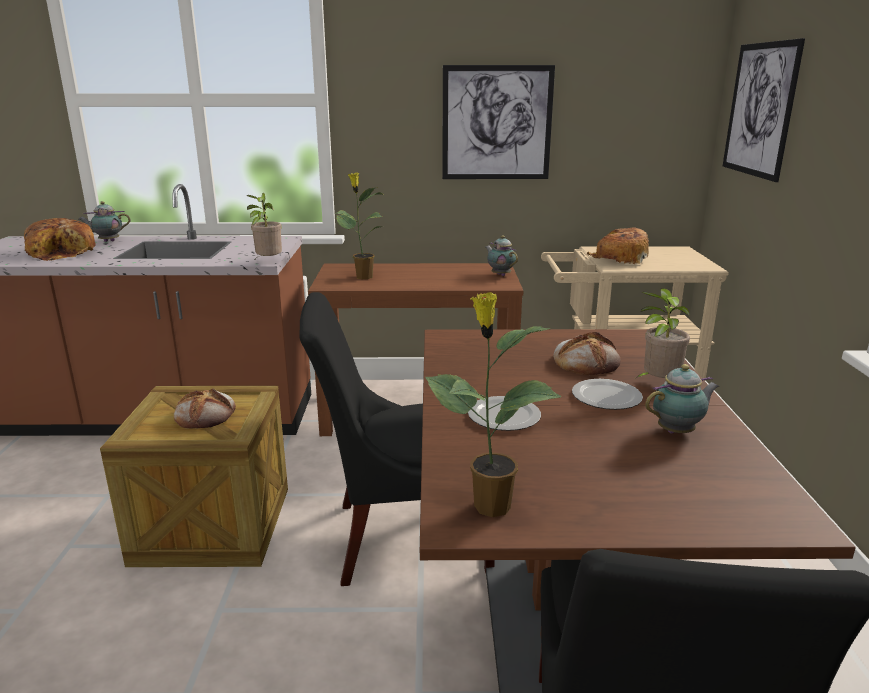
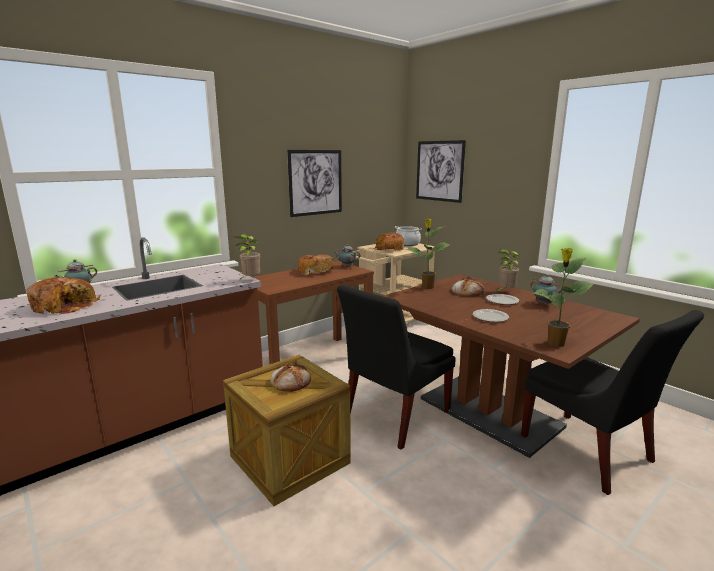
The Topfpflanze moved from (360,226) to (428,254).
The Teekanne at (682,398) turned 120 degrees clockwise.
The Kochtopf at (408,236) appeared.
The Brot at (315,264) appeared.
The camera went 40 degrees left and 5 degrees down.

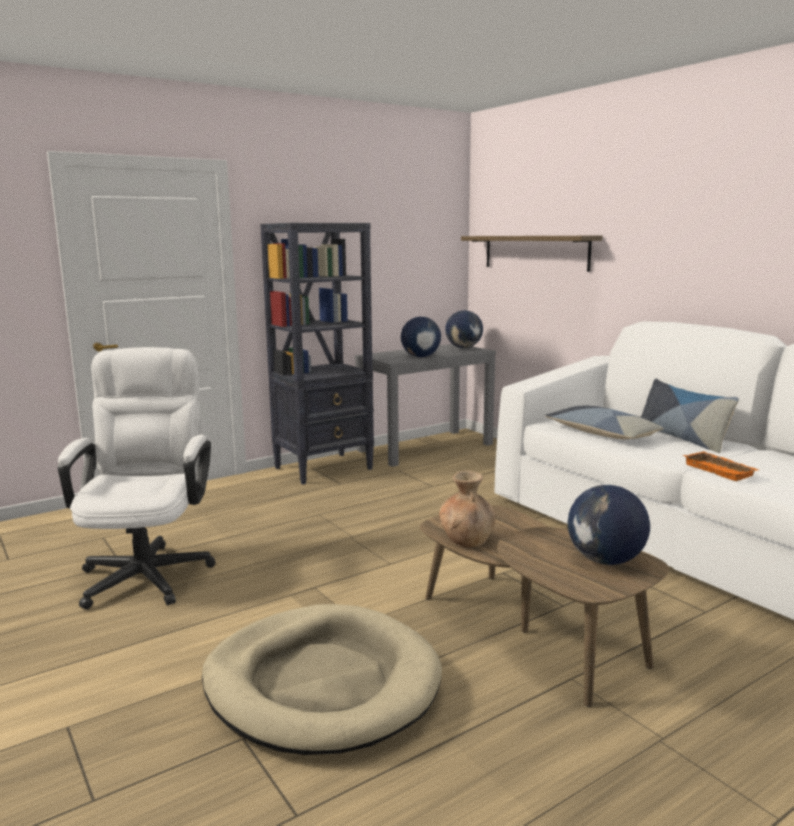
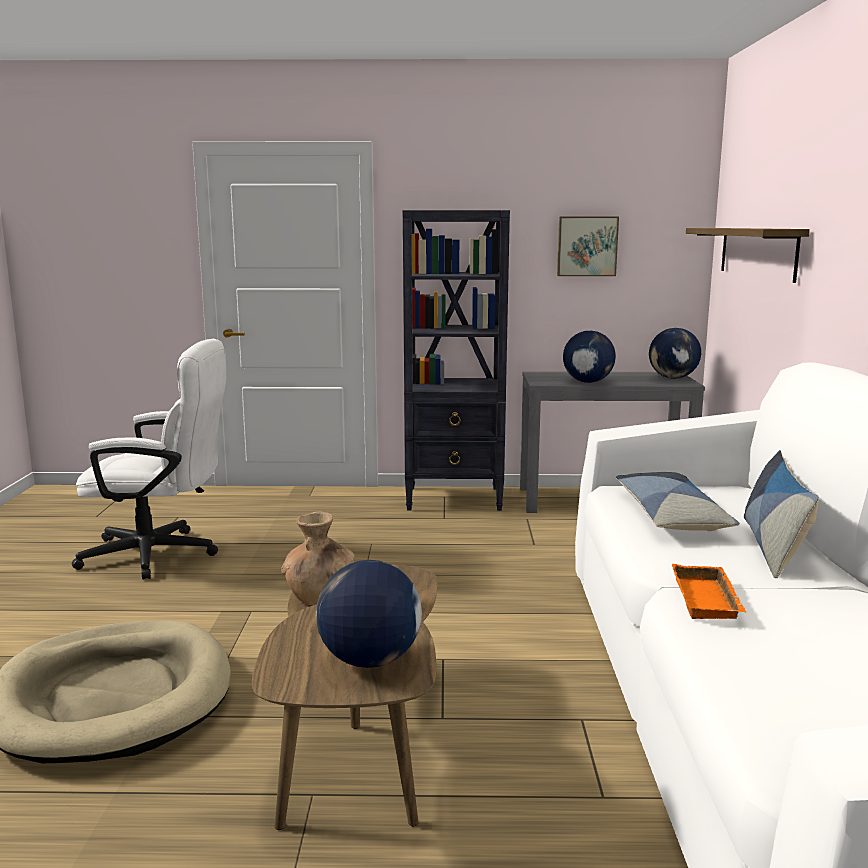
The Bürostuhl/weiß at (137,478) turned 60 degrees clockwise.
The Bild at (588,246) appeared.
The camera went 35 degrees right and 0 degrees up.

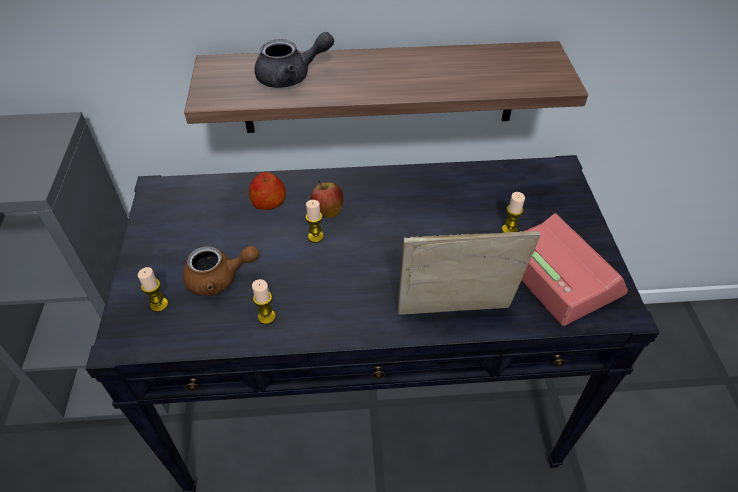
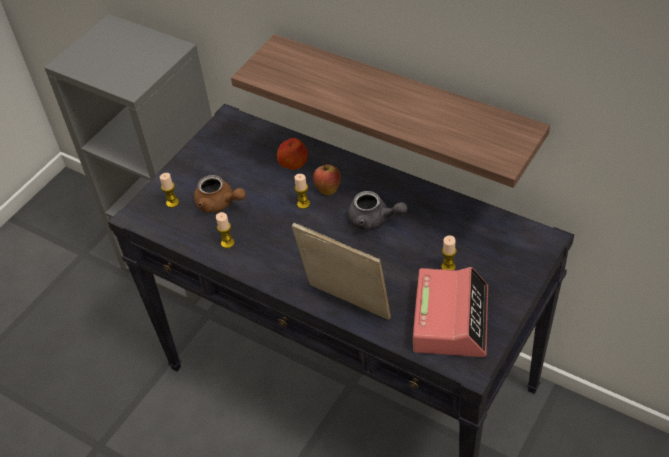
The Teekanne/grau moved from (294,60) to (377,210).
The camera went 40 degrees right and 0 degrees up.

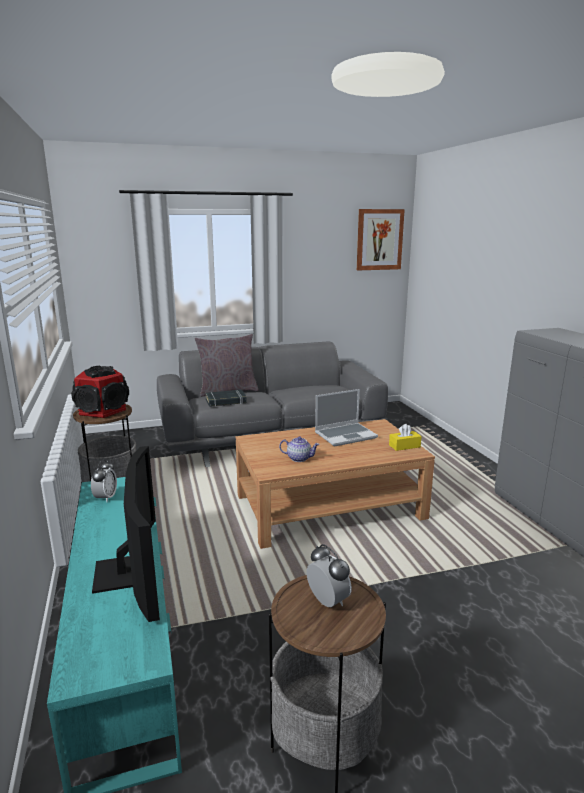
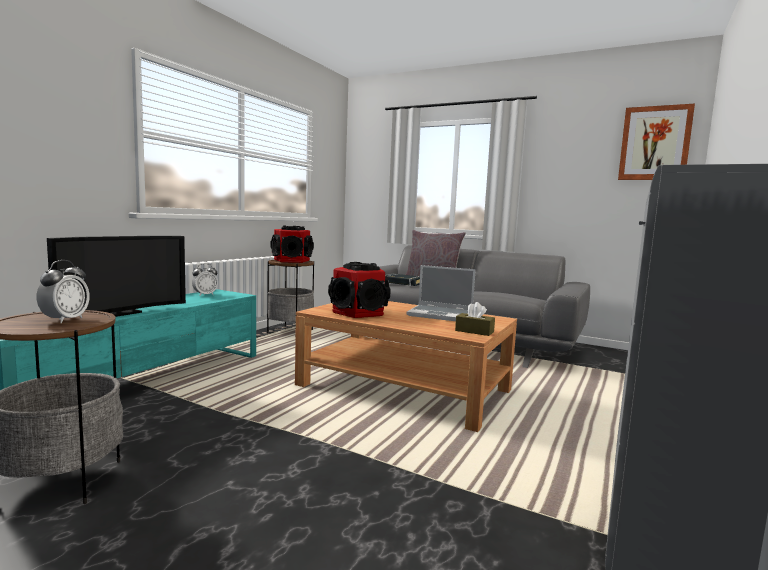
The Taschentuchbox/gelb at (405,437) became the Taschentuchbox/braun at (475,319).
The Teekanne at (299,449) was replaced by the Lautsprecher at (359,290).
The camera went 45 degrees right and 10 degrees down.

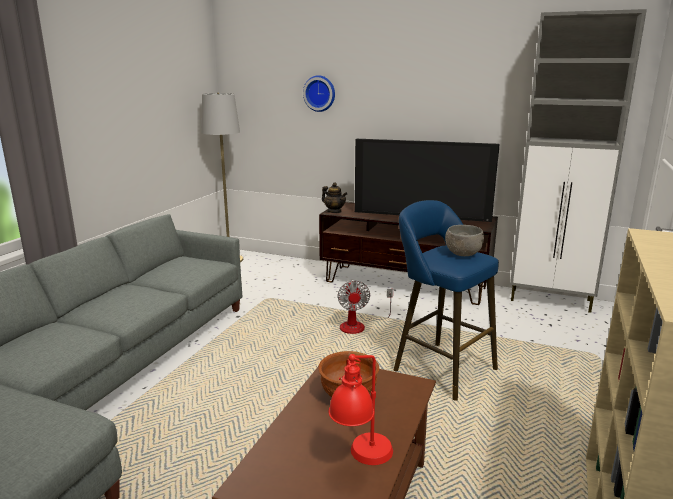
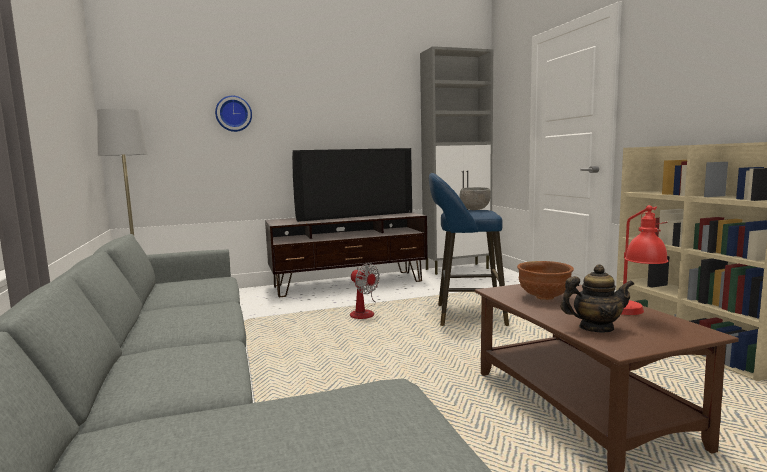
The Teekanne moved from (334,197) to (597,298).
The camera went 40 degrees left and 10 degrees down.

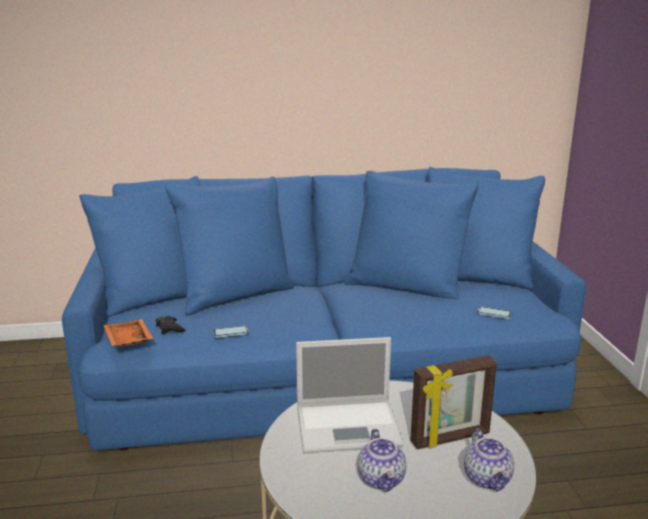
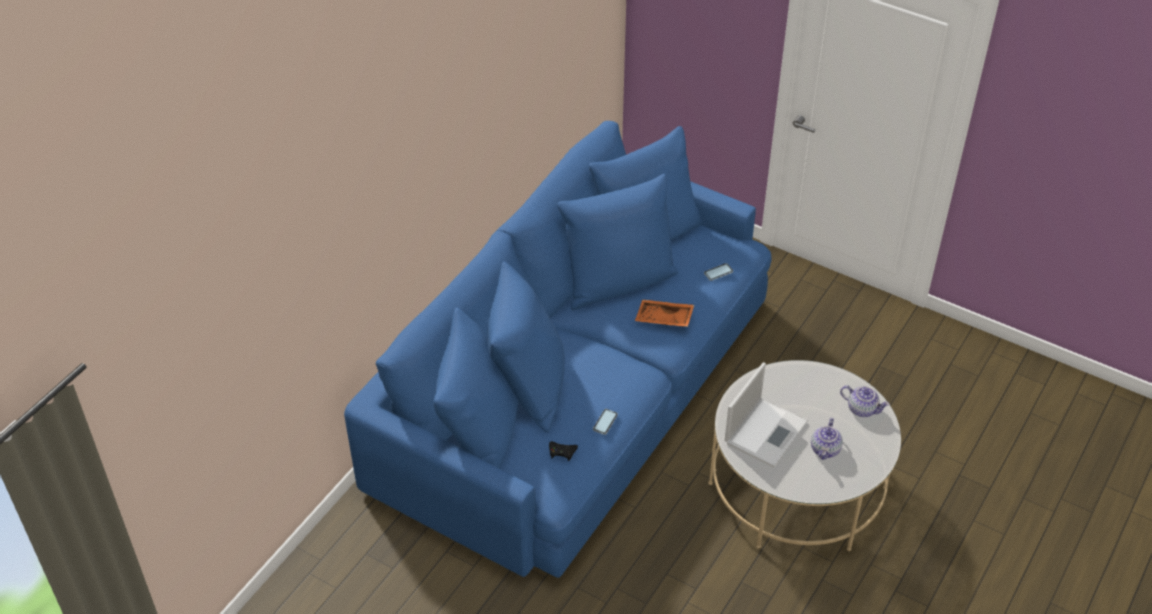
The Tablett/orange moved from (128,333) to (664,313).
The Bilderrahmen at (453,402) disappeared.
The Teekanne at (381,460) turned 75 degrees clockwise.
The camera went 50 degrees left and 25 degrees up.

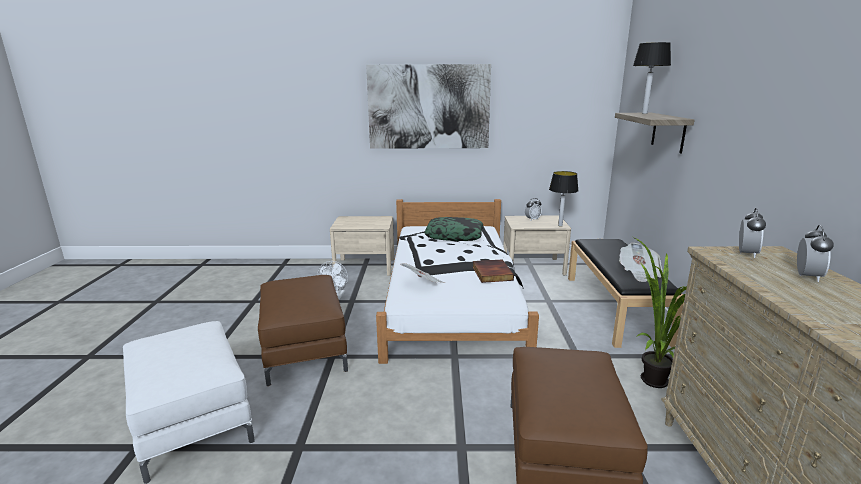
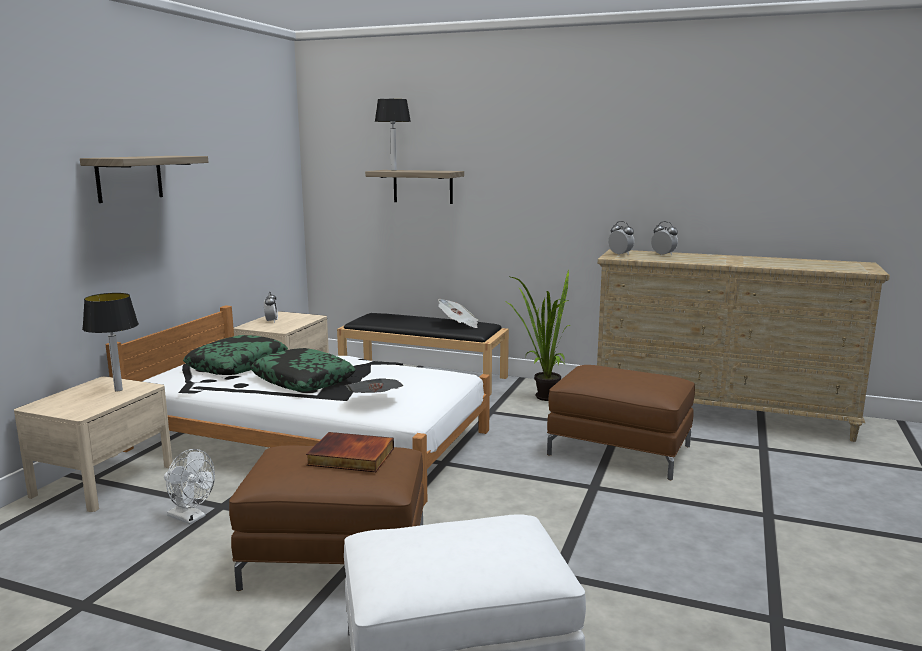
The Bild at (428,106) was replaced by the Wandregal at (144,179).
The Tischlampe moved from (564,199) to (110,342).
The Buch moved from (493,271) to (350,452).
The Kissen at (303,370) appeared.
The camera went 70 degrees left and 5 degrees down.

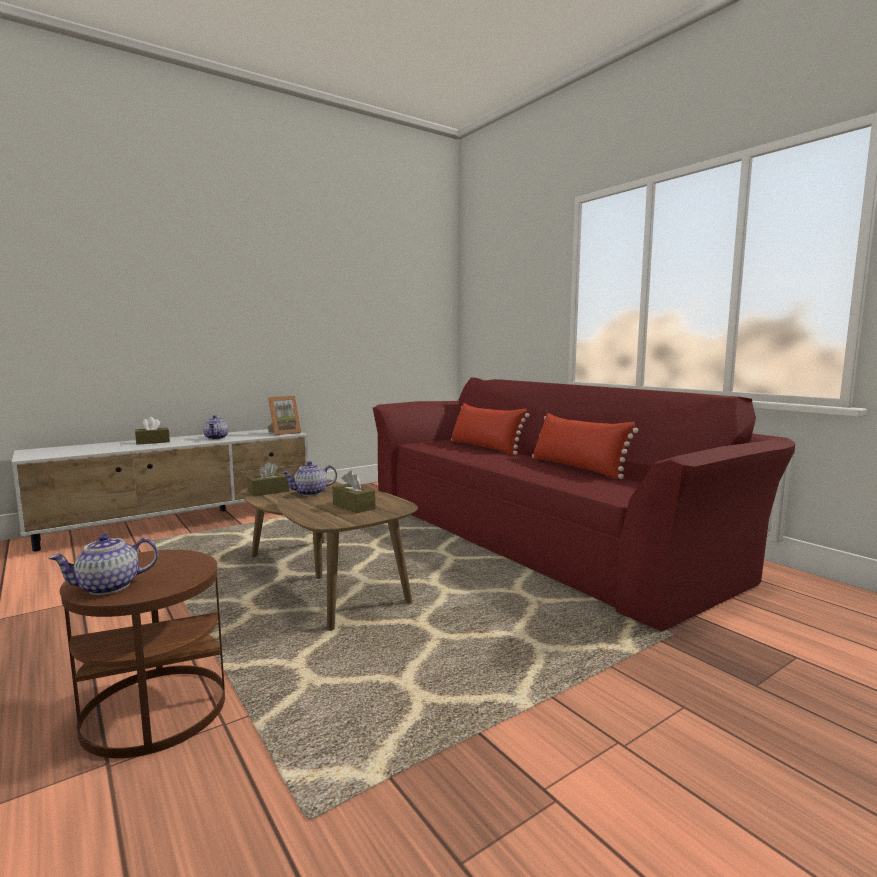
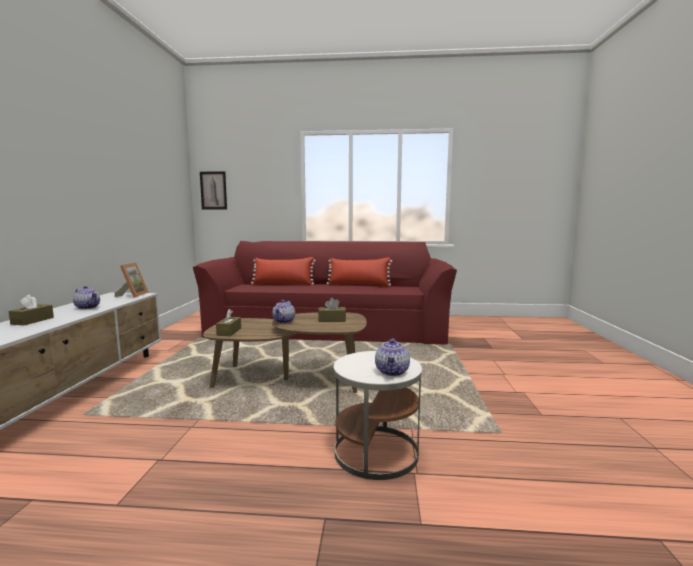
The Beistelltisch/braun at (142,654) became the Beistelltisch/weiß at (378,415).
The Bild at (213,190) appeared.
The camera went 50 degrees left and 0 degrees up.

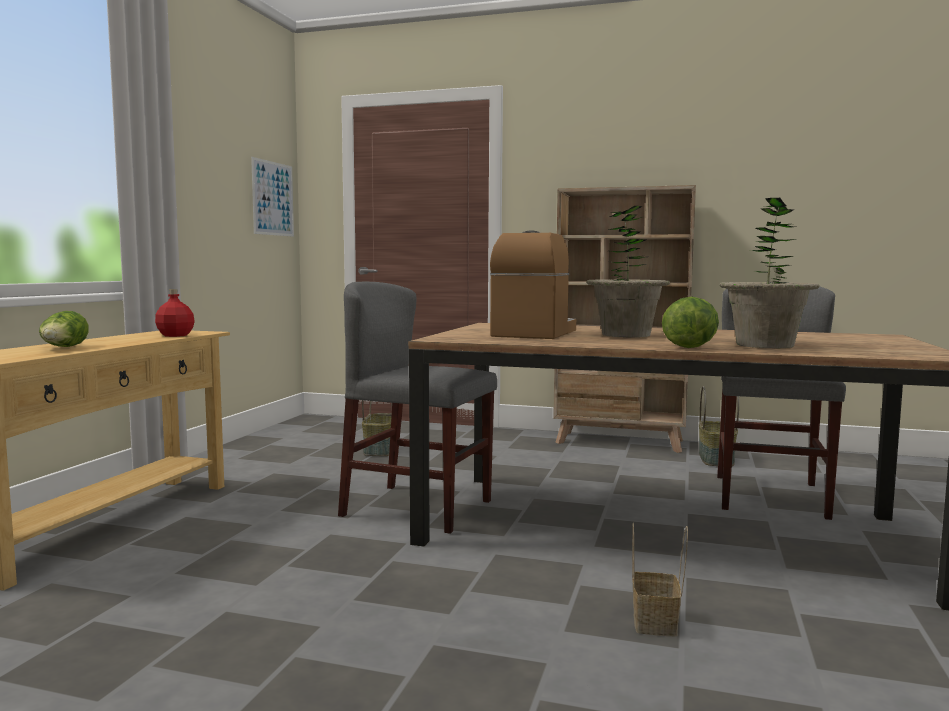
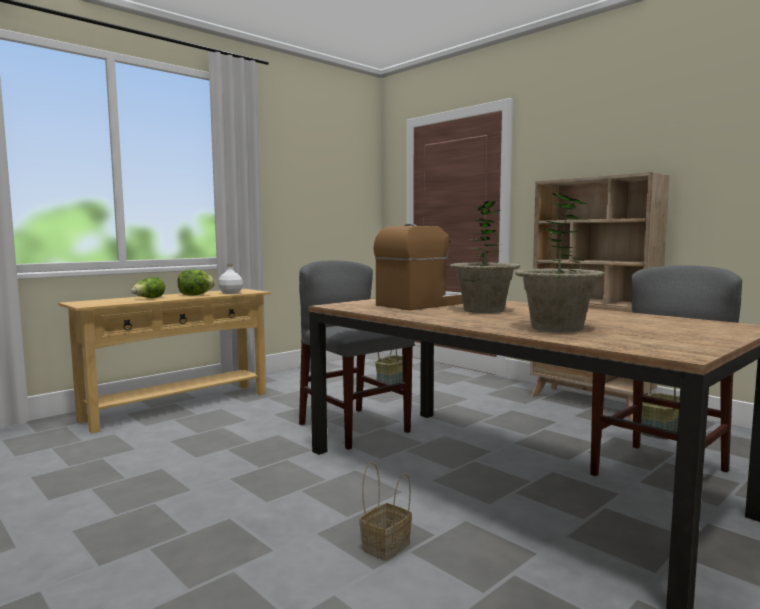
The Bild at (272,197) disappeared.
The Flasche/rot at (175,313) became the Flasche/weiß at (230,279).
The Salatkopf moved from (690,322) to (196,282).
The camera went 30 degrees right and 0 degrees up.

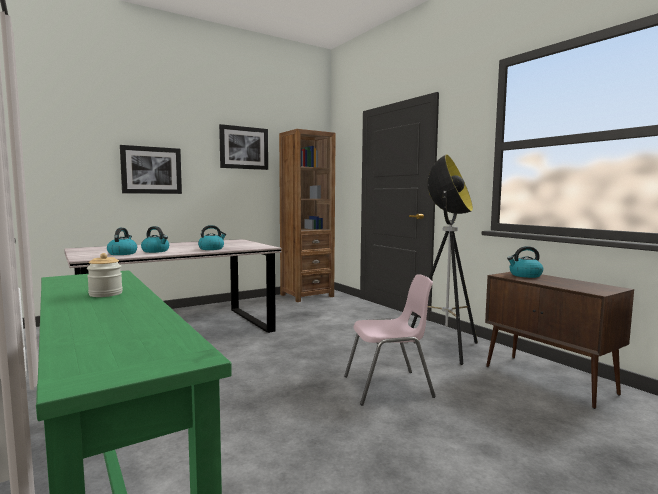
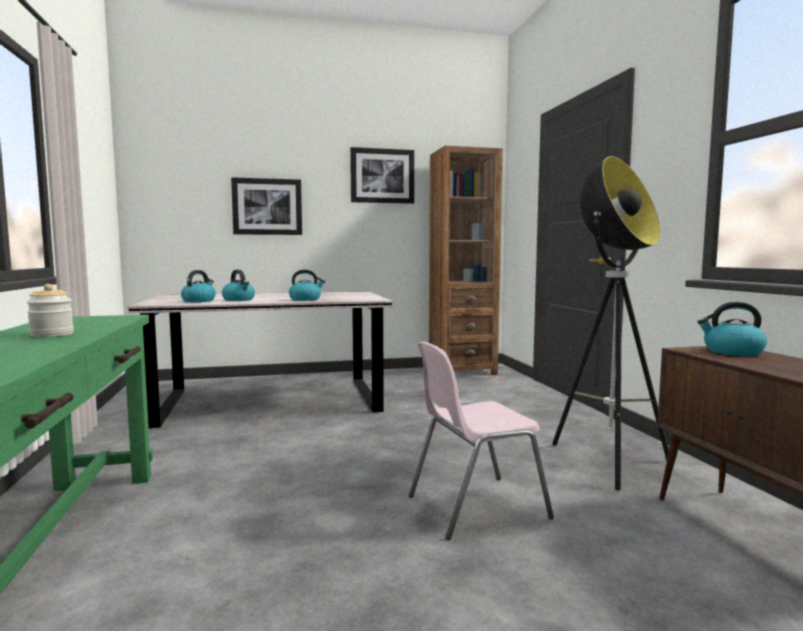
The Stuhl/rosa at (390,340) turned 150 degrees clockwise.
The camera went 20 degrees right and 0 degrees up.

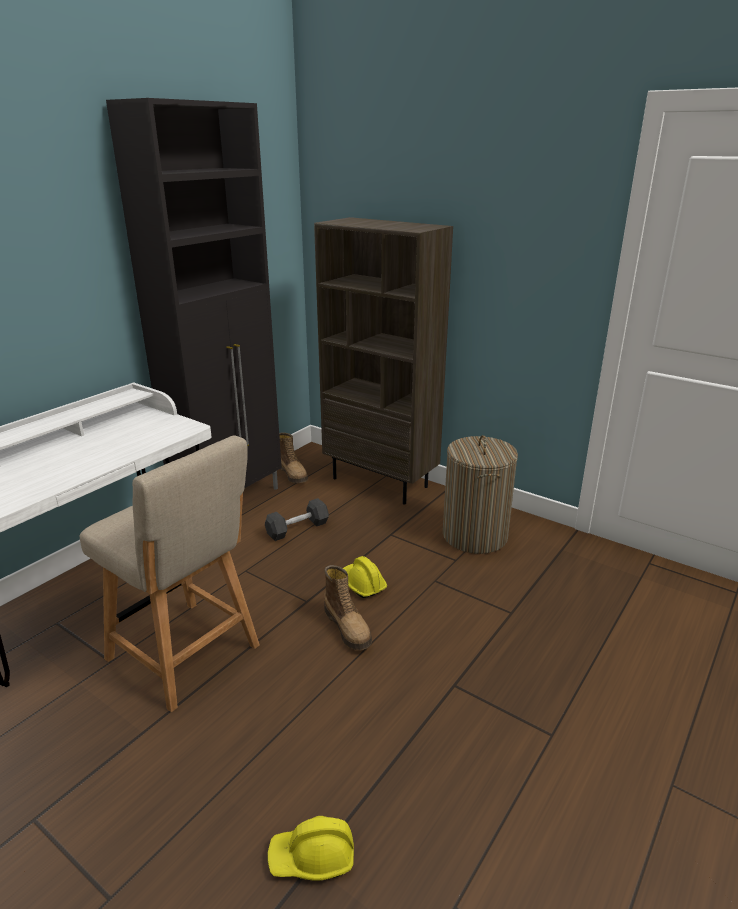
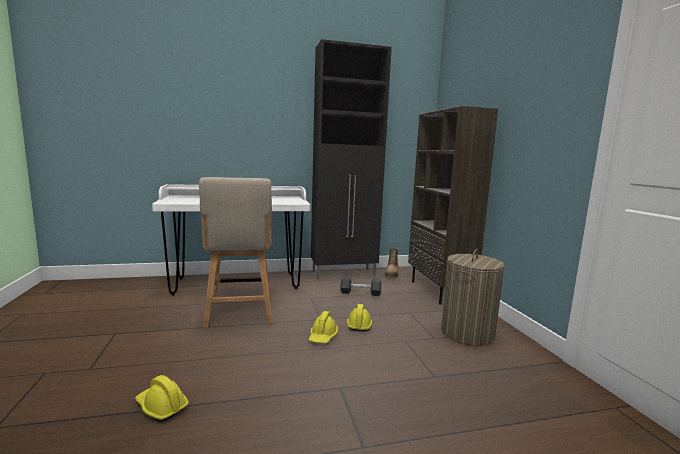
The Stiefel at (348,607) was replaced by the Schutzhelm/gelb at (323,327).
The camera went 40 degrees right and 15 degrees down.

